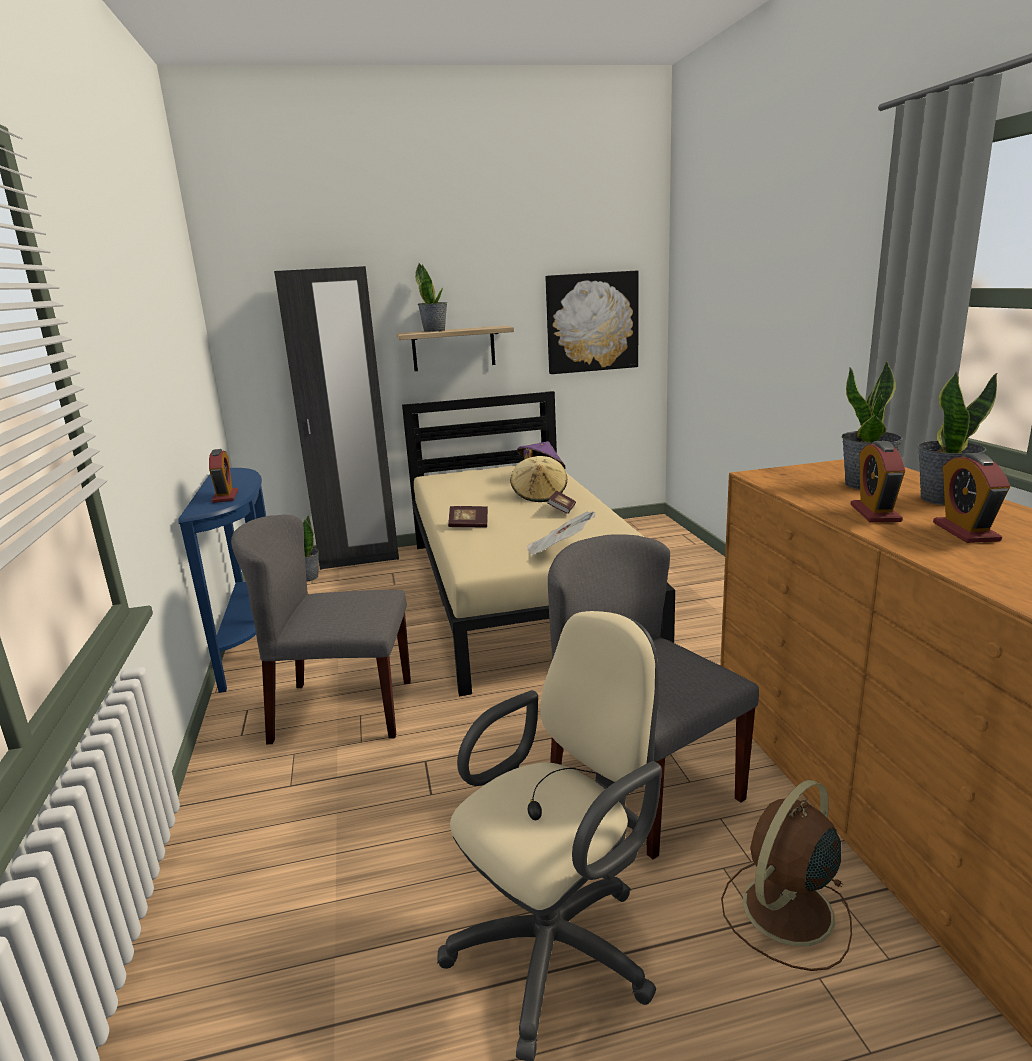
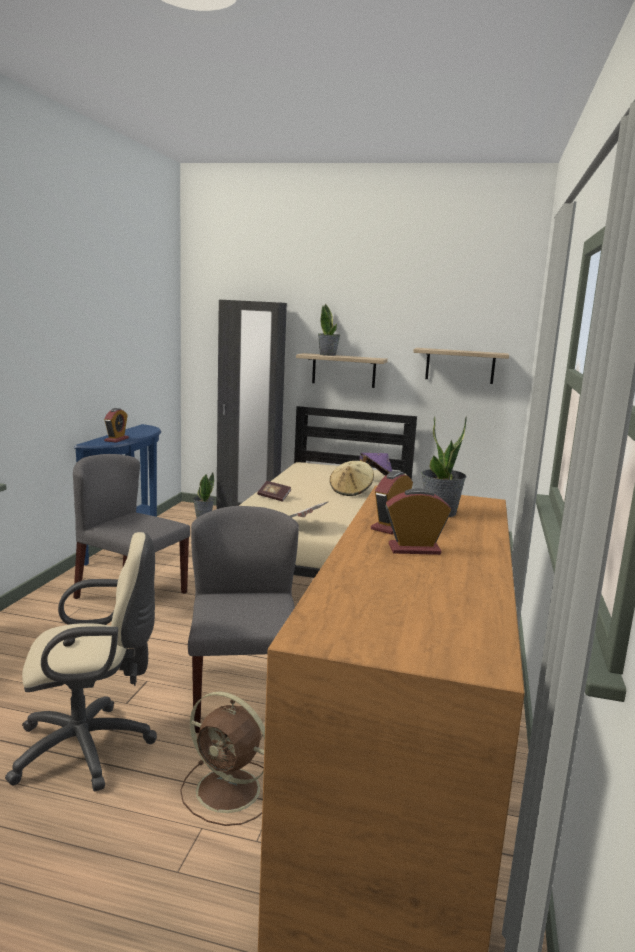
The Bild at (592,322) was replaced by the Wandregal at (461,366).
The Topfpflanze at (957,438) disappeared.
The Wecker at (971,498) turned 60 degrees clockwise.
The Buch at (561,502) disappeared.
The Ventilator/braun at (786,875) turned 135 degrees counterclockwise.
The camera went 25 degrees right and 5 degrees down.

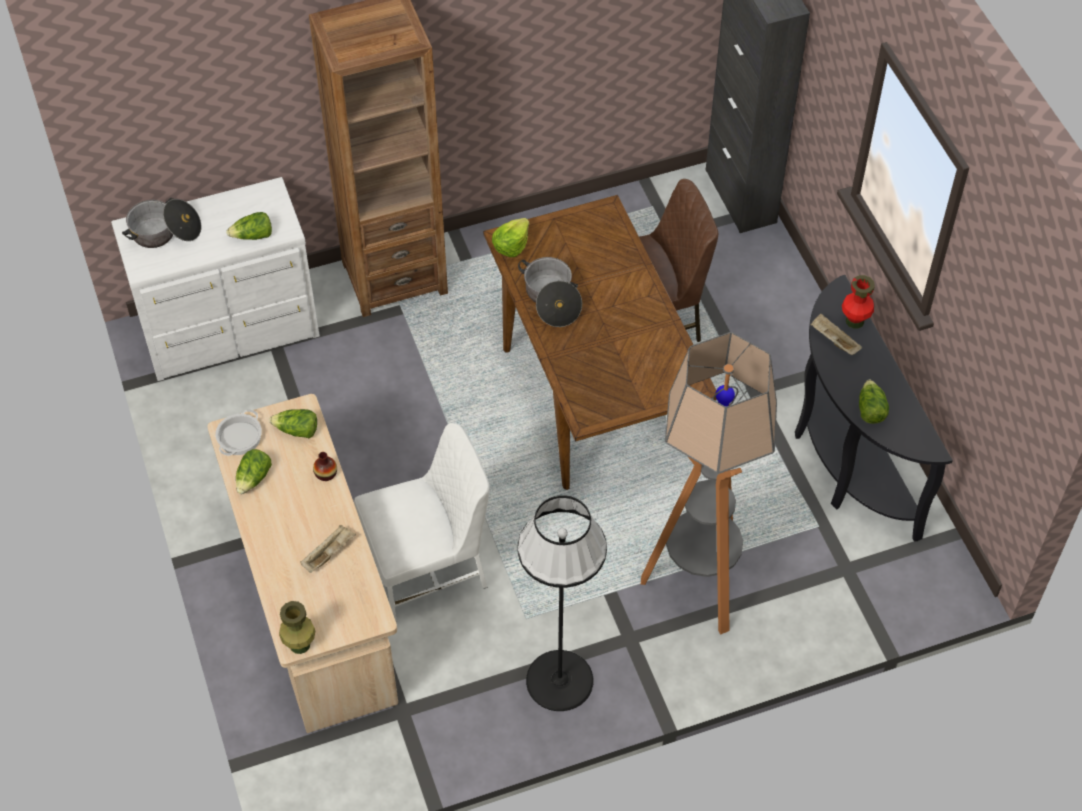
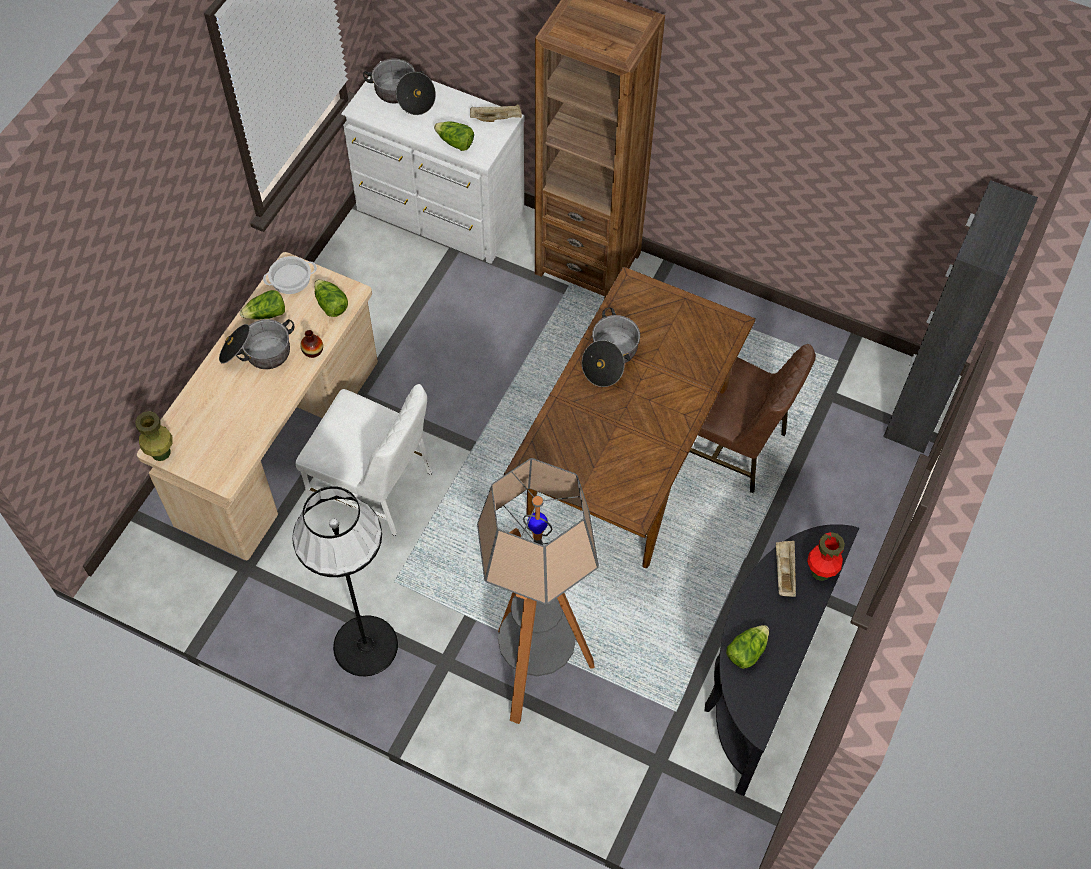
The Salatkopf at (510,237) disappeared.
The Tablett/beige moved from (328,549) to (496,113).
The Kochtopf at (257,344) appeared.
The camera went 45 degrees right and 5 degrees up.

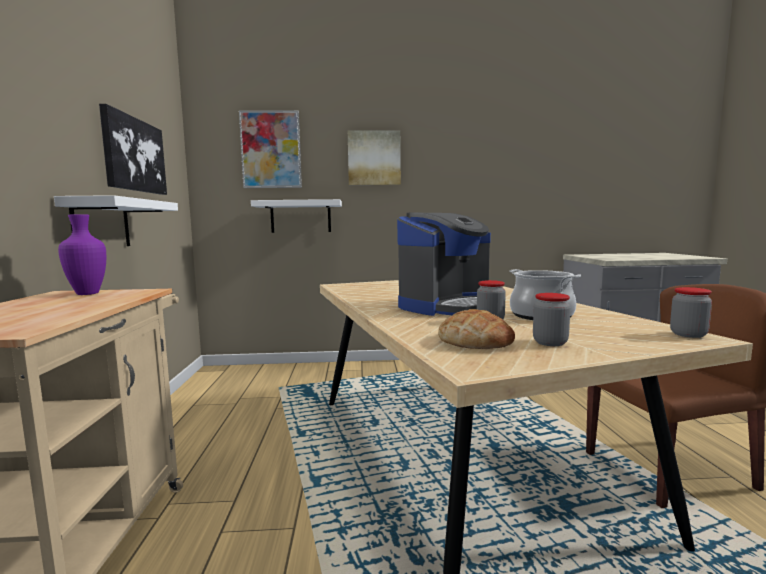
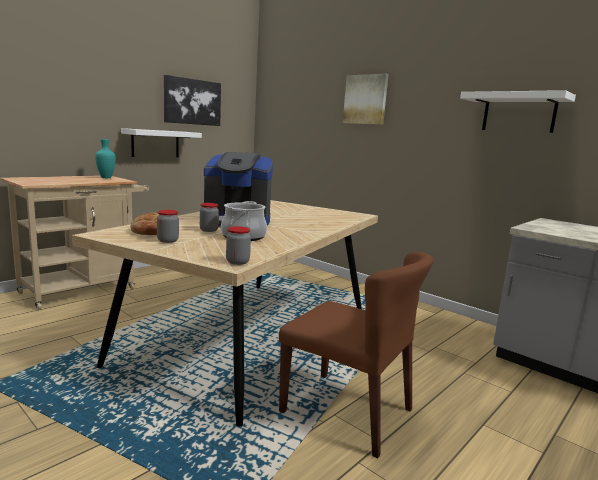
The Bild at (270,149) disappeared.
The Wandregal/weiß moved from (296,216) to (518,111).
The Vase/lila at (82,254) became the Vase/türkis at (105,158).
The camera went 45 degrees right and 5 degrees up.

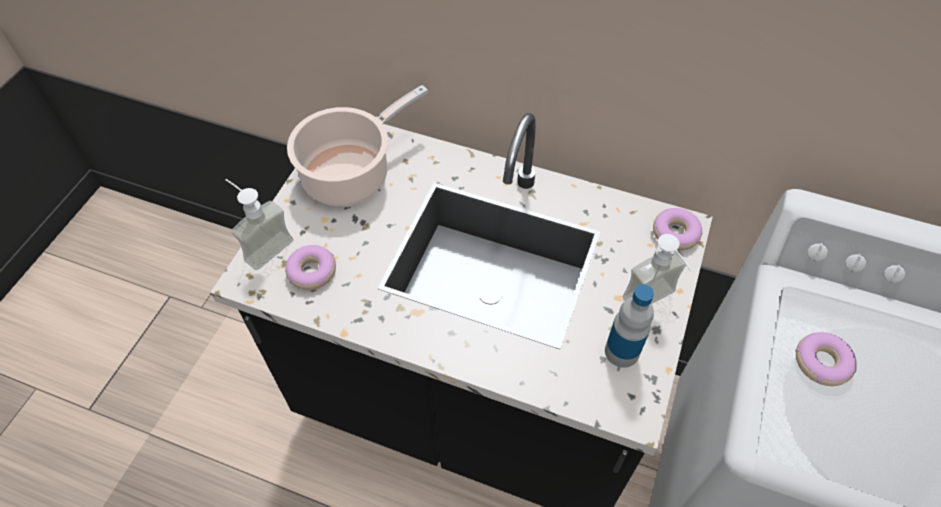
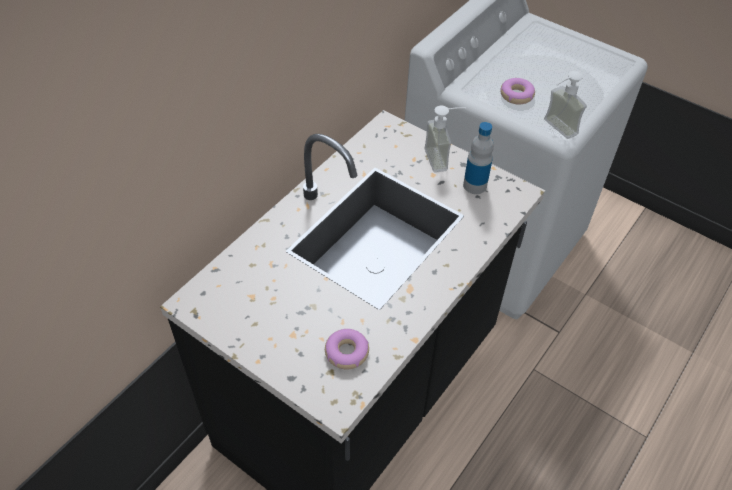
The Kochtopf at (357,145) disappeared.
The Seifenspender moved from (259,224) to (565,105).
The Donut at (677,229) disappeared.
The camera went 75 degrees left and 5 degrees down.

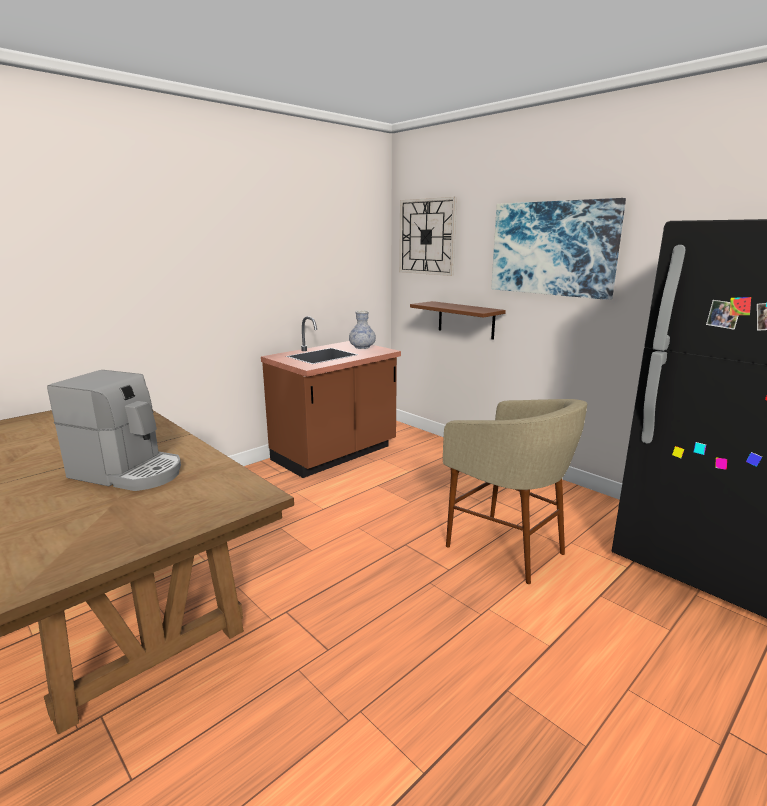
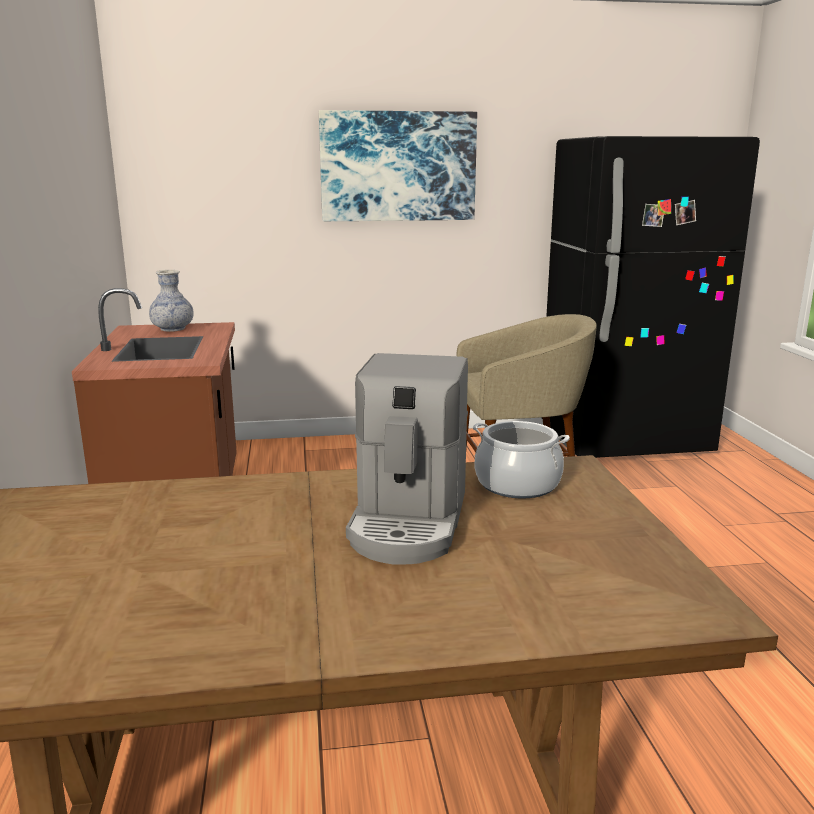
The Wanduhr at (428,236) disappeared.
The Wandregal/braun at (458,320) disappeared.
The Kaffeemaschine at (114,430) turned 135 degrees clockwise.
The Kochtopf at (521,460) appeared.
The camera went 55 degrees left and 0 degrees up.

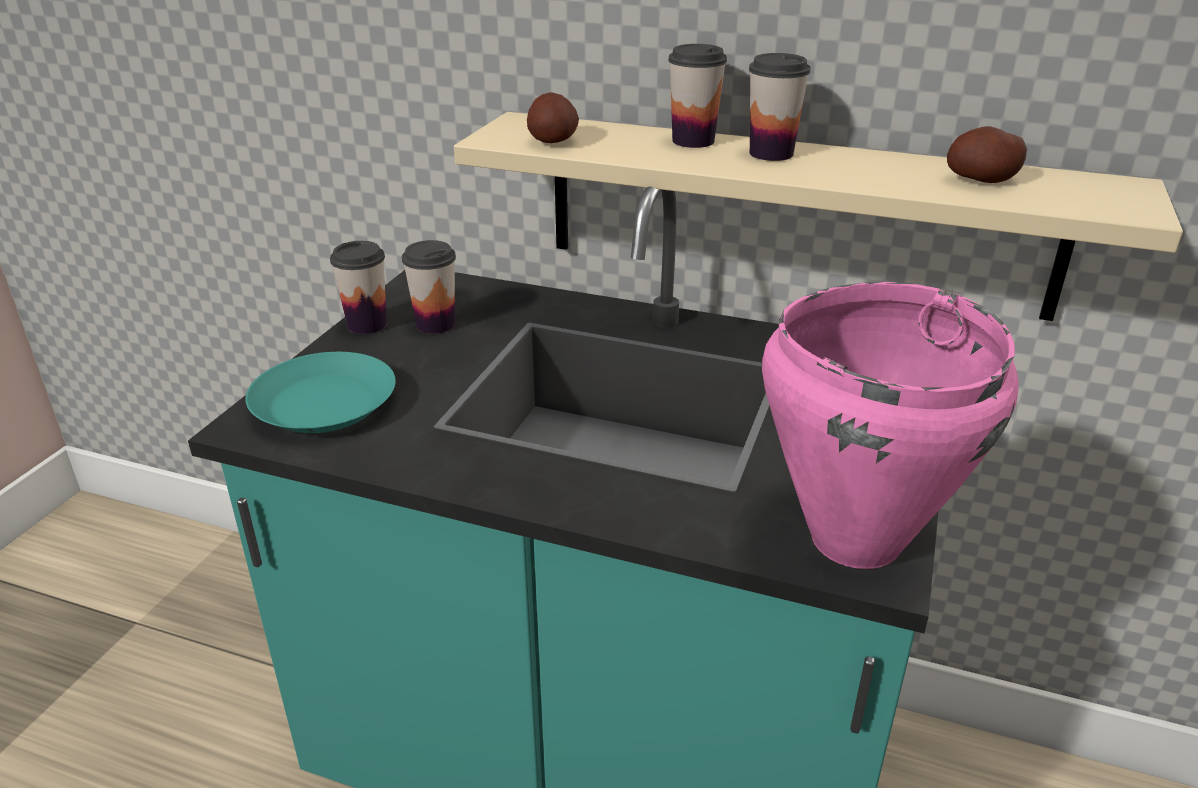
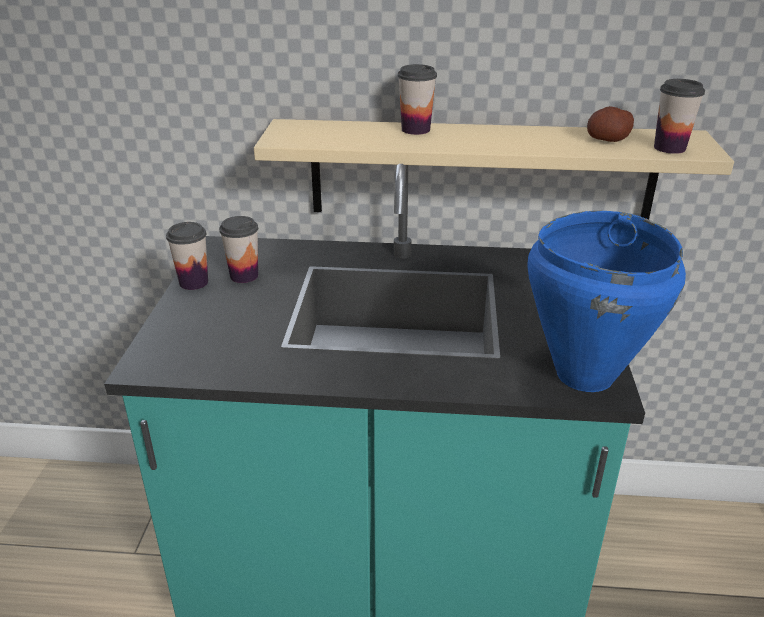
The Tasse moved from (780,107) to (679,116).
The Kartoffel at (553,117) disappeared.
The Kochtopf/rosa at (890,425) became the Kochtopf/blau at (606,301).
The Teller/türkis at (320,392) disappeared.
The camera went 15 degrees left and 0 degrees up.

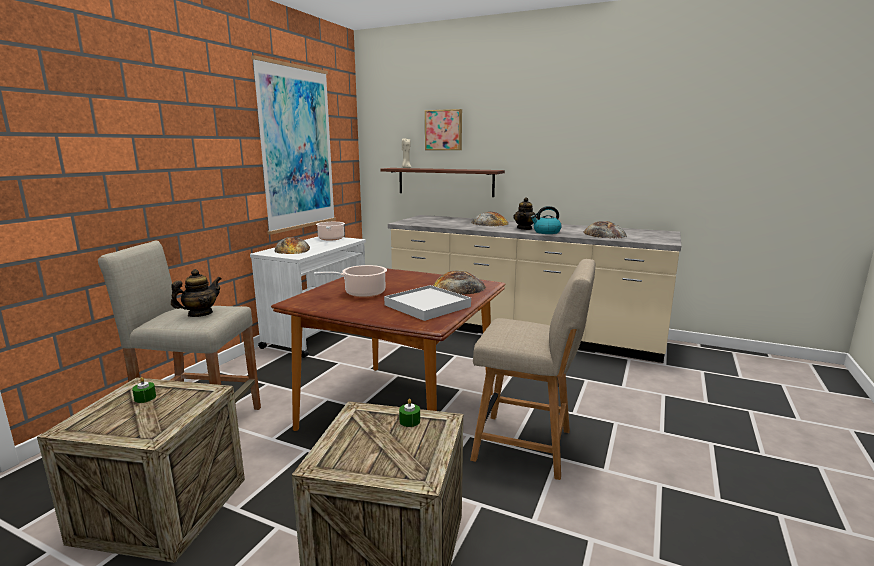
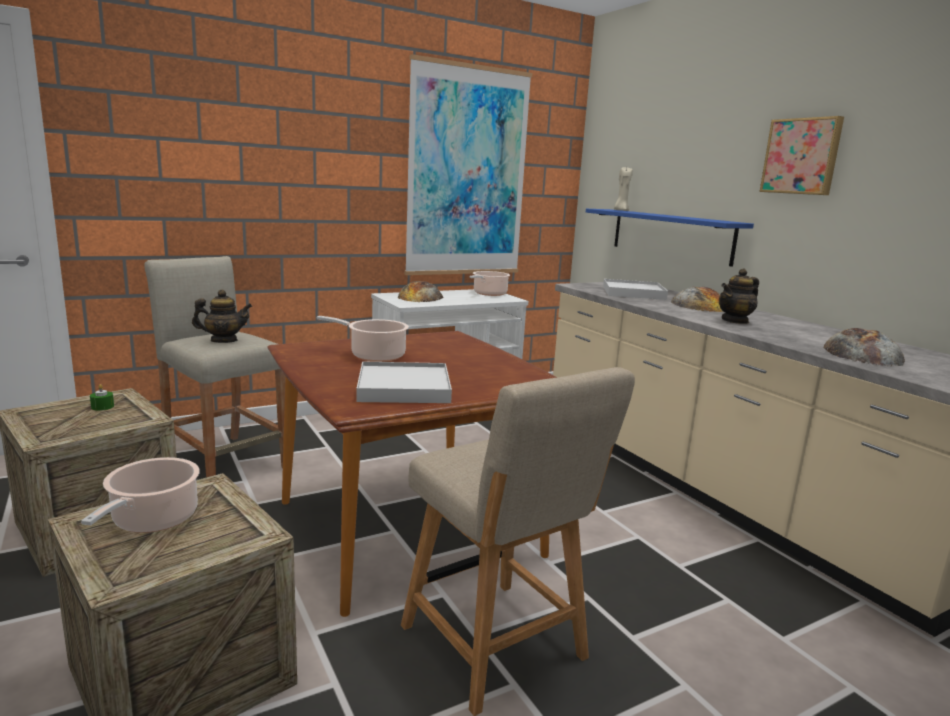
The Bild moved from (443,129) to (801,155).
The Wandregal/braun at (442,182) became the Wandregal/blau at (670,238).
The Wasserkessel at (546,220) disappeared.
The Brot at (459,283) disappeared.
The Kerze/grün at (409,413) disappeared.
The Tablett/weiß at (635,289) appeared.
The Kochtopf at (140,495) appeared.
The camera went 35 degrees right and 0 degrees up.

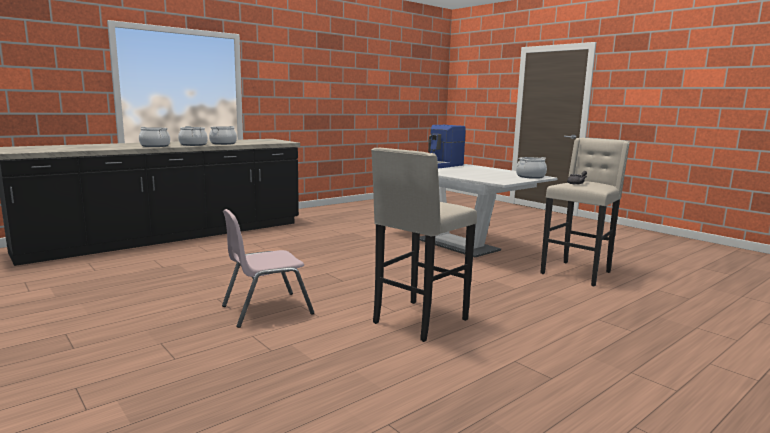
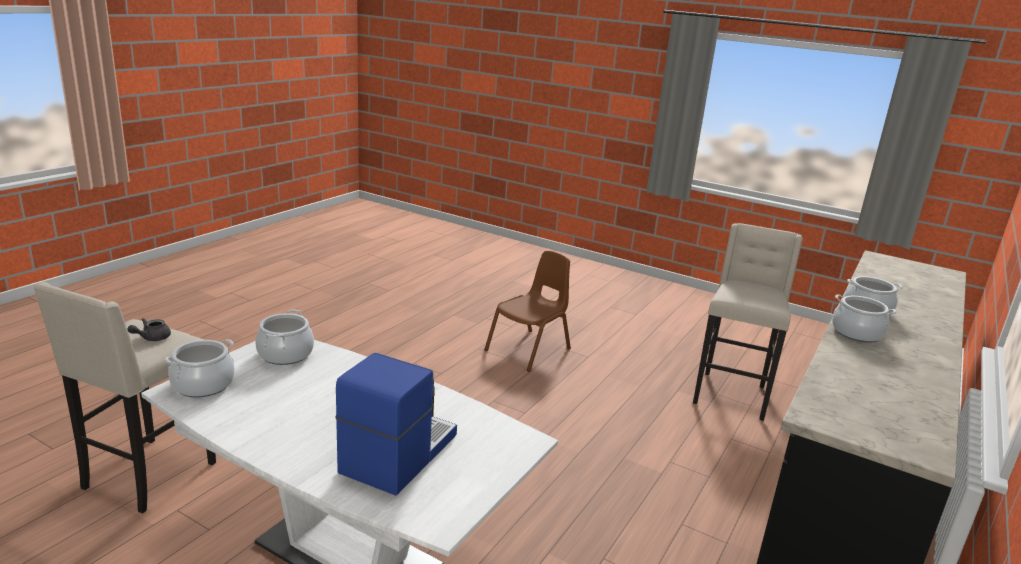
The Kochtopf moved from (223,135) to (284,337).
The Hocker/beige moved from (424,245) to (748,322).
The Stuhl/rosa at (268,268) became the Stuhl/braun at (527,311).
The camera went 160 degrees right and 10 degrees up.

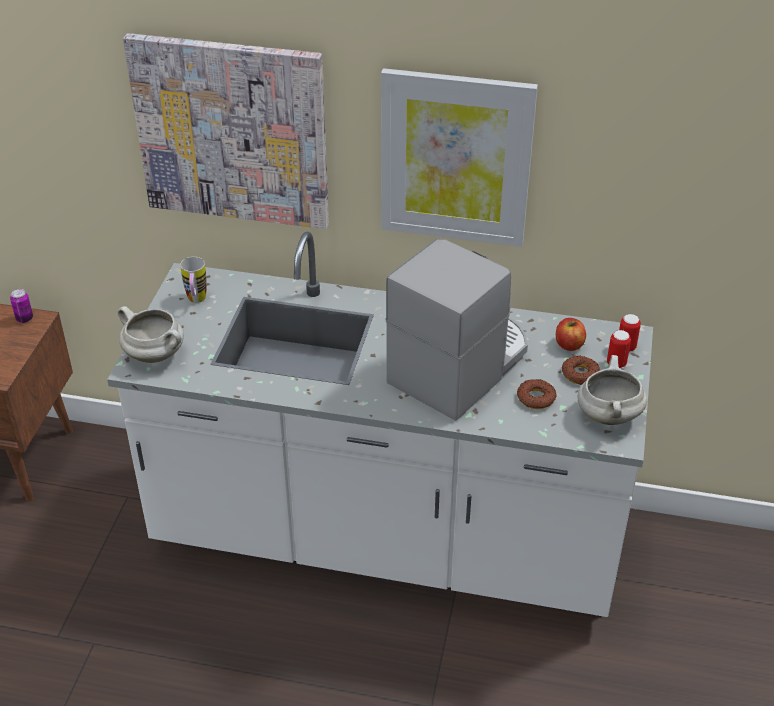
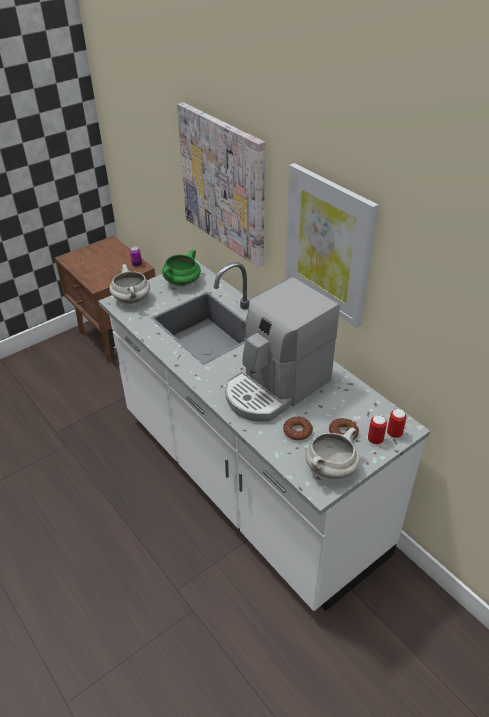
The Kaffeemaschine at (457,329) turned 150 degrees clockwise.
The Henkelbecher at (193,280) was replaced by the Kochtopf/grün at (181,267).
The Apfel at (571,334) disappeared.
The camera went 40 degrees right and 0 degrees up.

